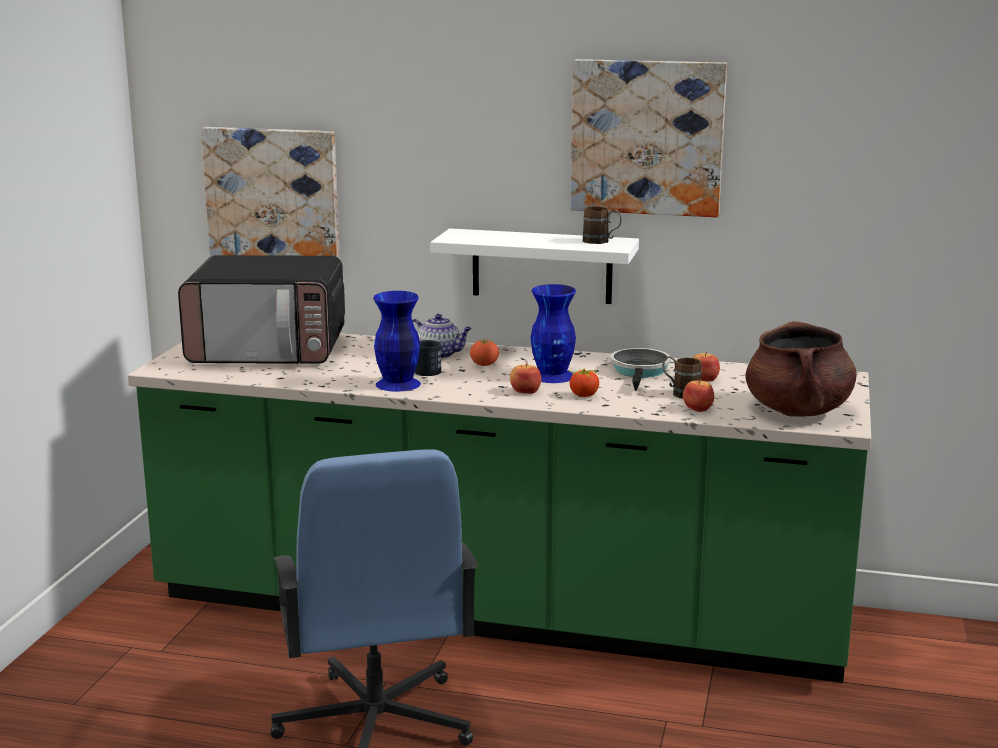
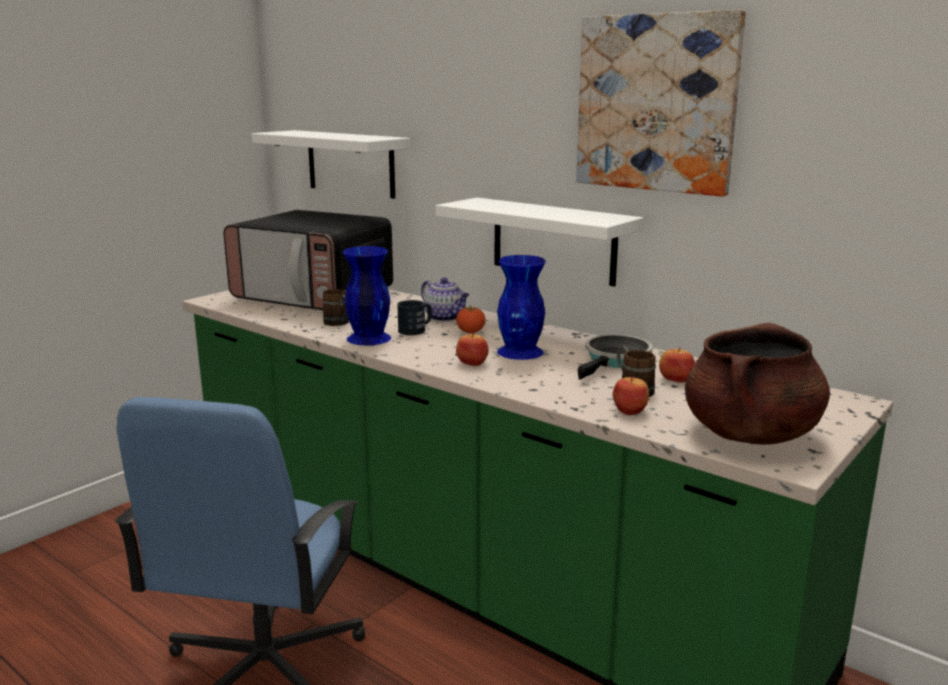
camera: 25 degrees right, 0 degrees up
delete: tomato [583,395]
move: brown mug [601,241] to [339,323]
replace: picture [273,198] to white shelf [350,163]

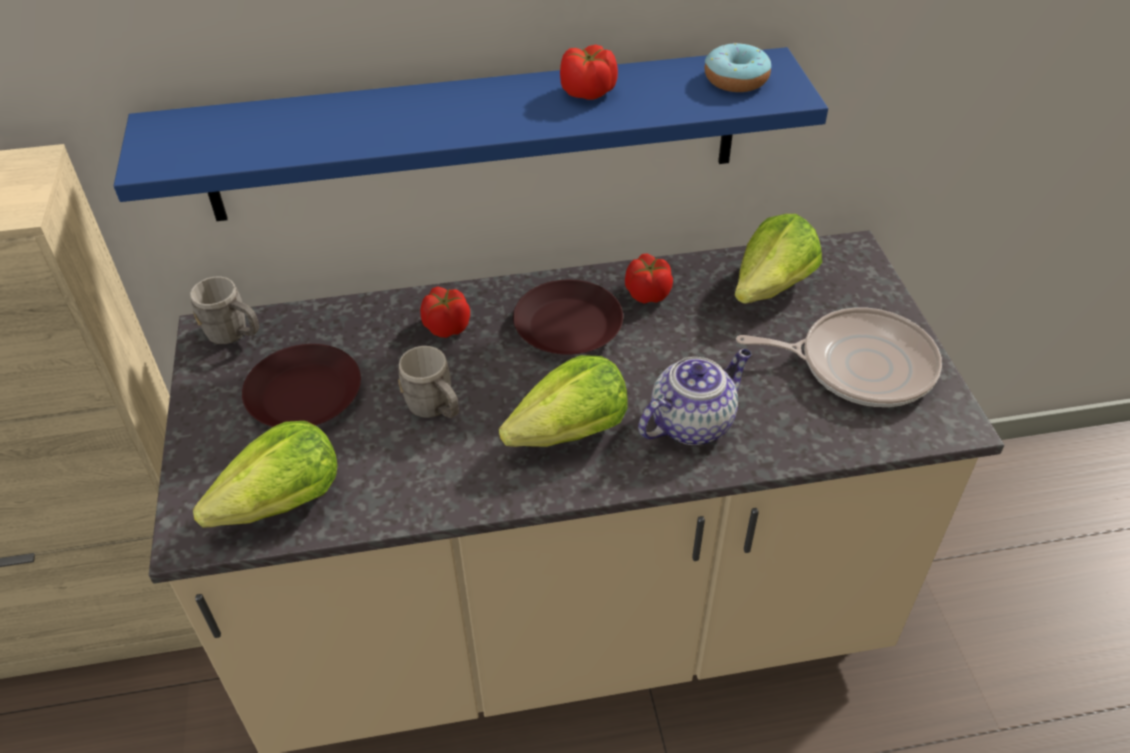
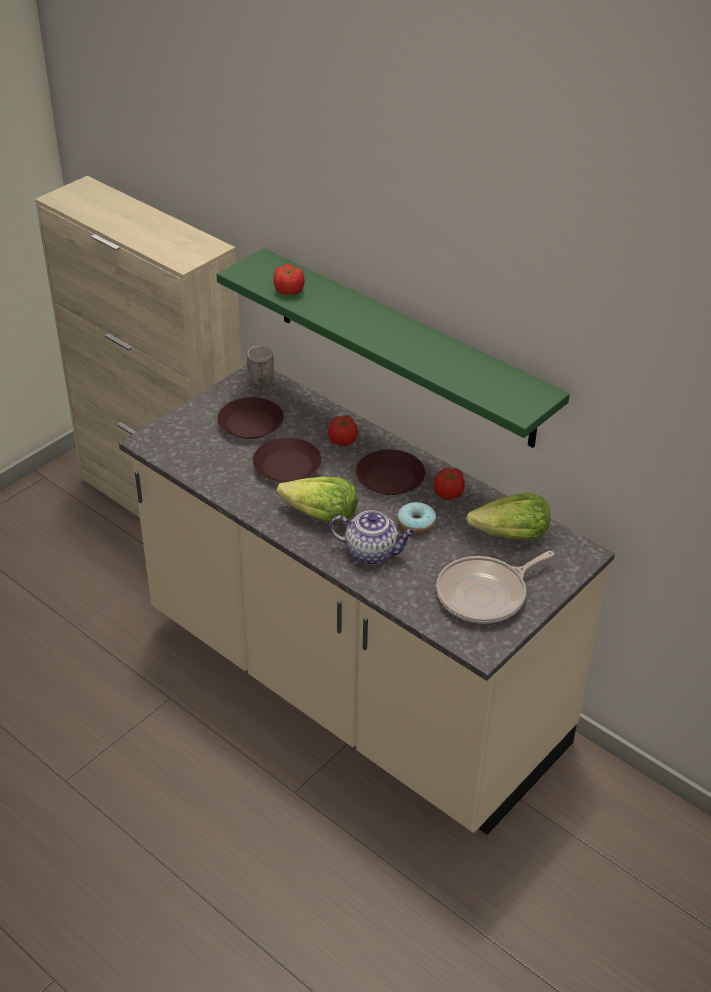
camera: 50 degrees right, 5 degrees down
delete: lettuce [282,503]
move: donut [736,79] to [416,524]; tomato [588,92] to [289,291]
replace: grey mug [435,409] to brown plate [286,466]
recolor: blue shelf [475,136] to green shelf [404,347]
rotate: frying pan [859,365] = [485,594] 90 degrees clockwise

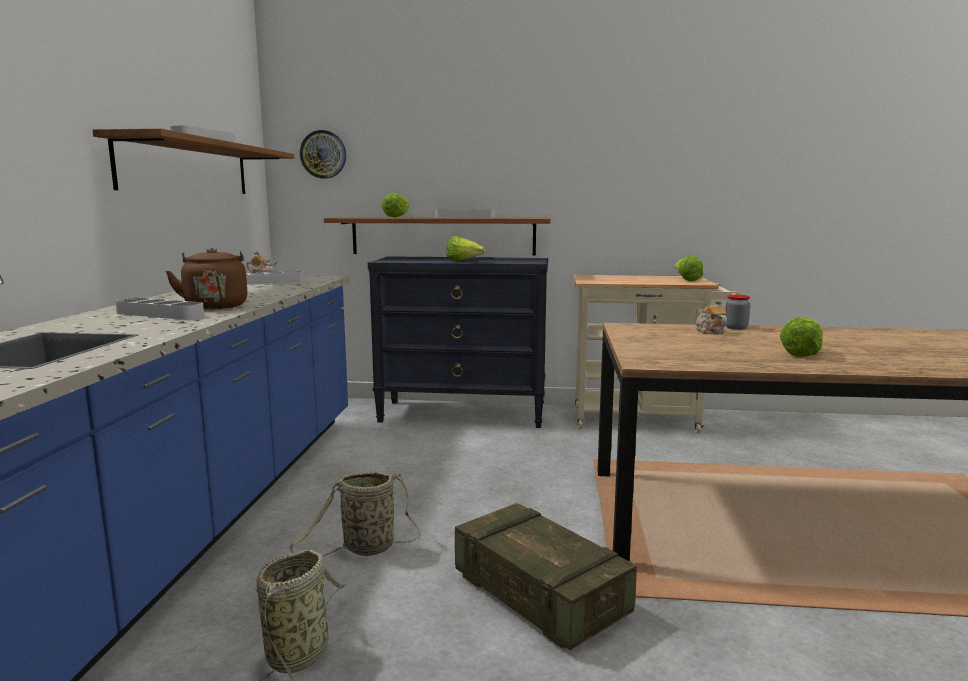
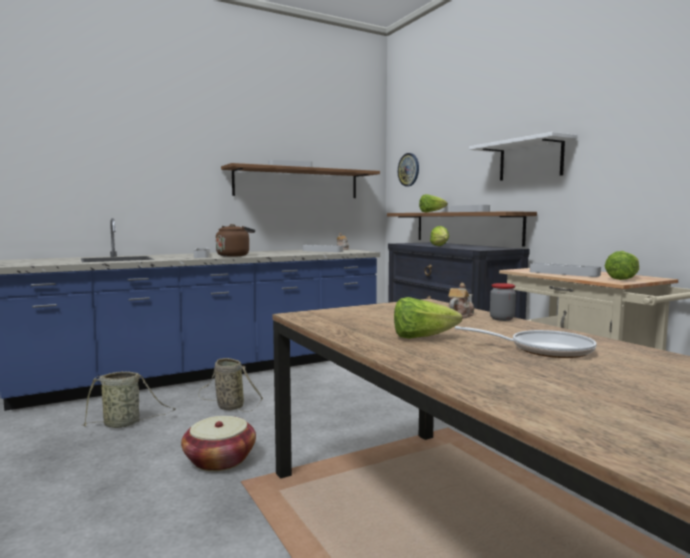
camera: 55 degrees right, 5 degrees down
insert: white shelf [530,160]; grey tray [563,273]; frying pan [543,349]
replace: crate [539,596] to basket [219,460]

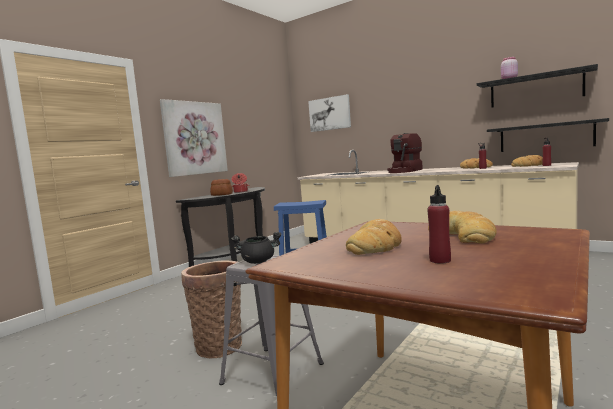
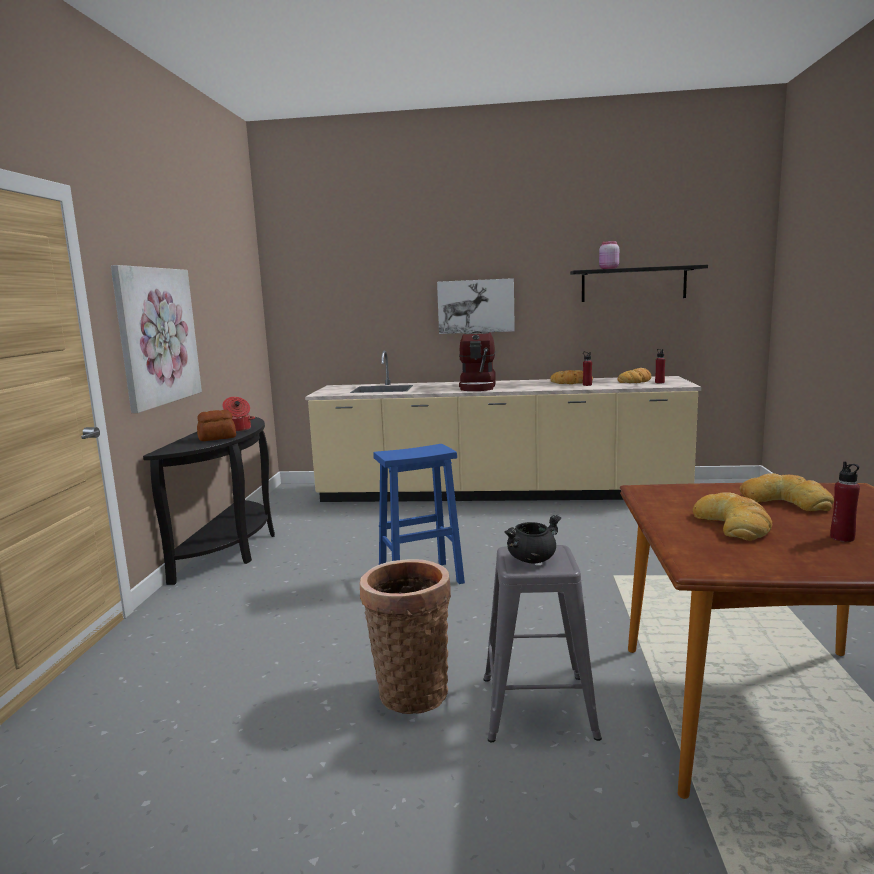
camera: 30 degrees left, 5 degrees up
delete: black shelf [545,136]
move: picture [330,113] to [476,306]

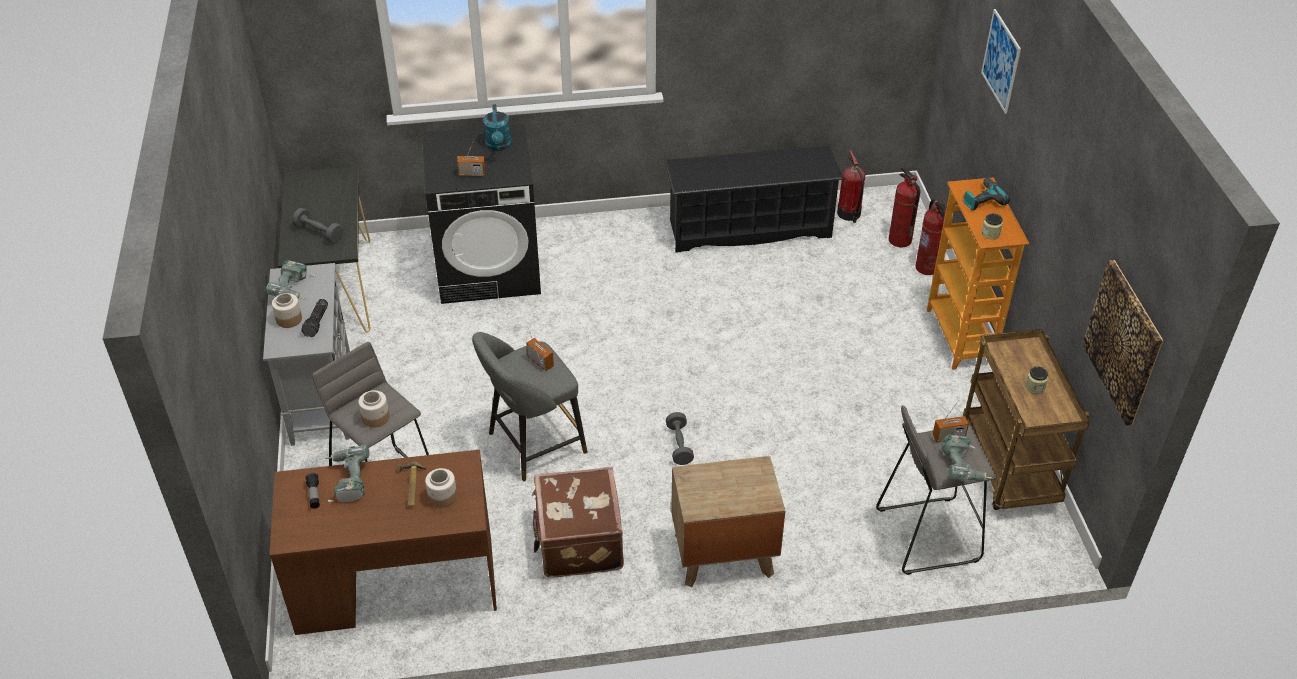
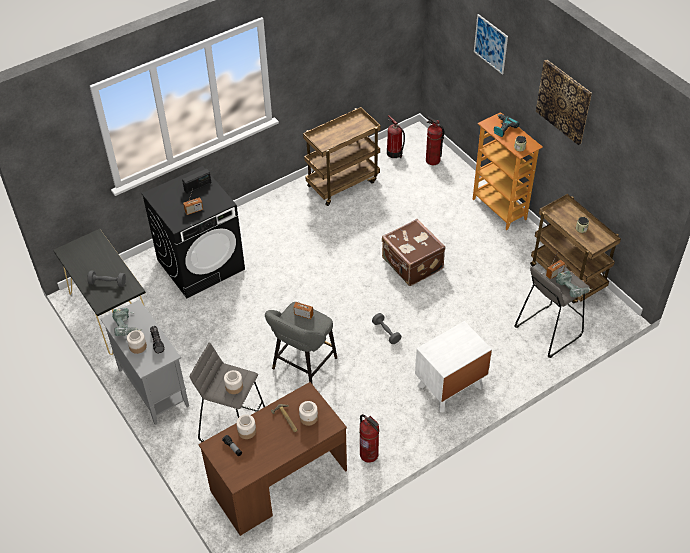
camera: 25 degrees left, 5 degrees up
move: fire extinguisher [927,267] to [369,454]; picture [1123,342] to [564,101]; brown suitcase [577,542] to [411,264]
replace: turquoise watering can [499,146] to radio [197,186]; black shoe rack [749,228] to brown cart [342,183]; power drill [348,481] to jar [247,431]
recolor: brown nightstand [723,555] to white nightstand [449,386]

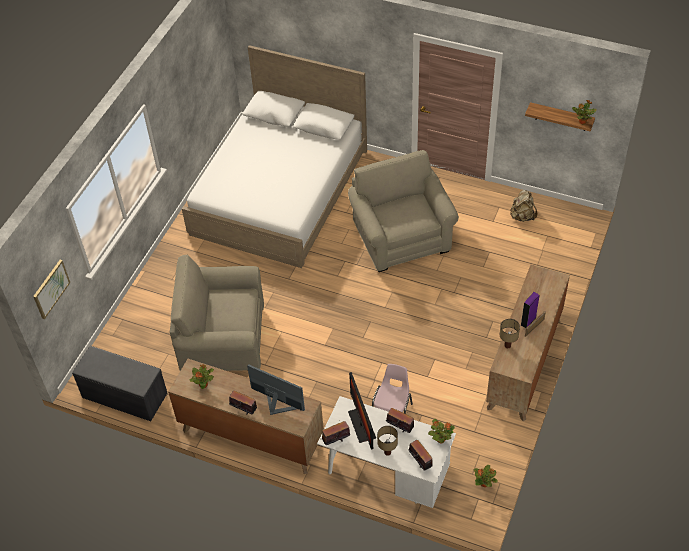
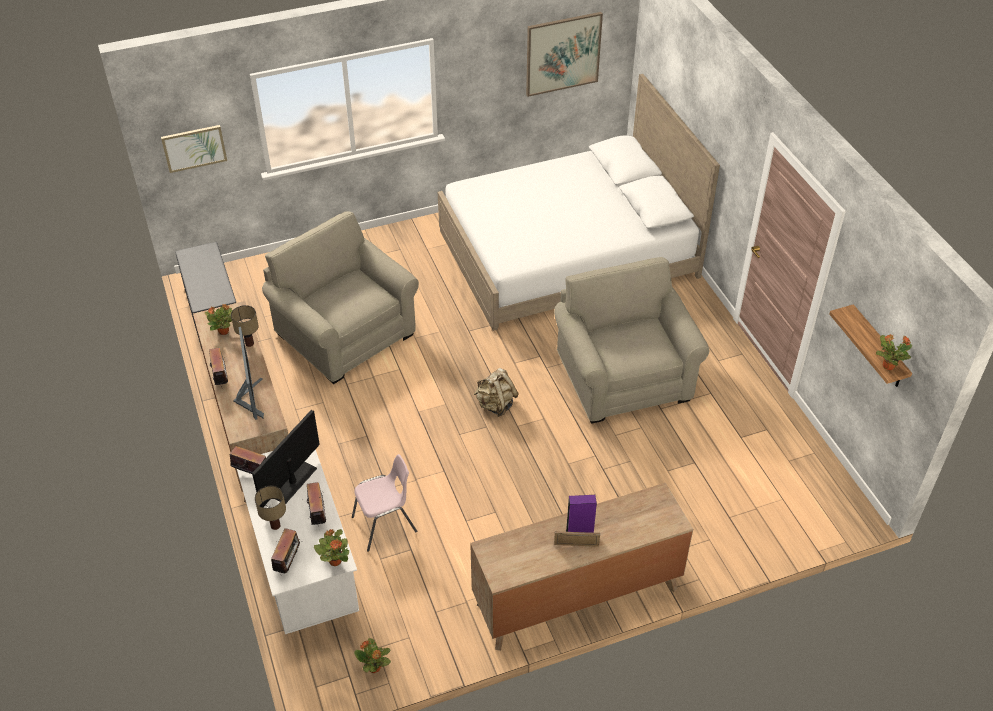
camera: 45 degrees right, 5 degrees down
insert: picture [563,53]
move: beige backpack [522,216] to [495,405]; table lamp [507,345] to [250,343]
rotate: beige armchair [401,237] = [623,378] 45 degrees counterclockwise

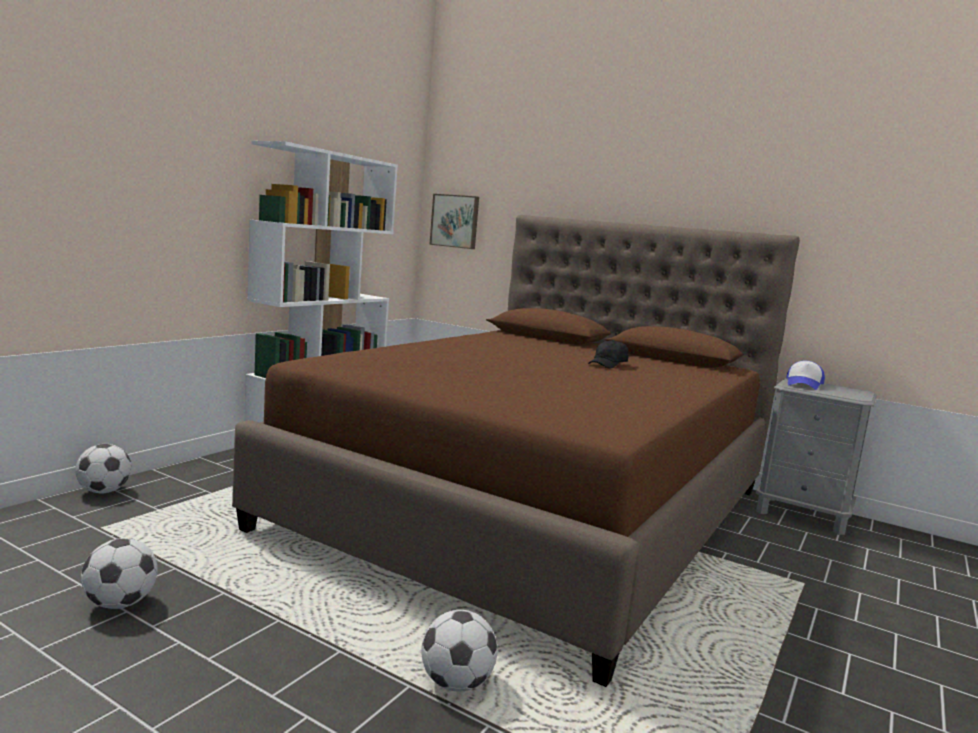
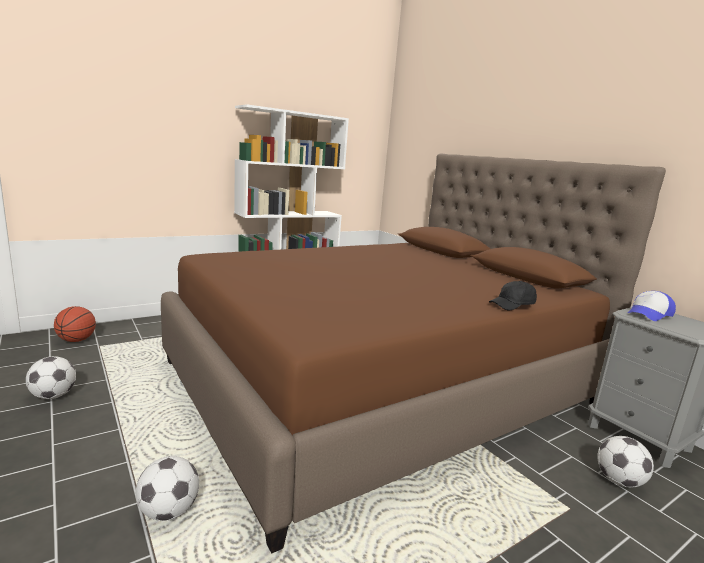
camera: 25 degrees right, 5 degrees up
delete: picture [455,221]
insert: basketball [76,340]
move: black cap [608,364] to [512,305]; football [104,491] to [618,481]

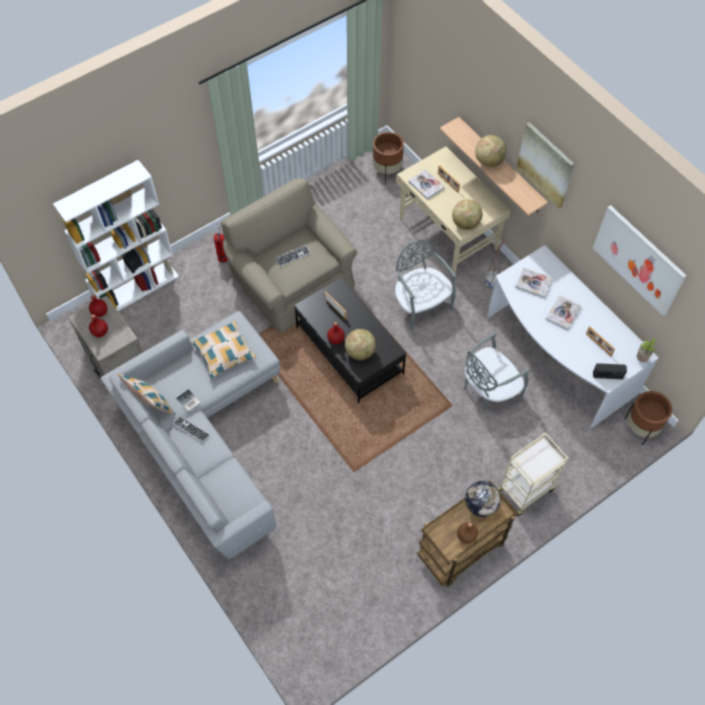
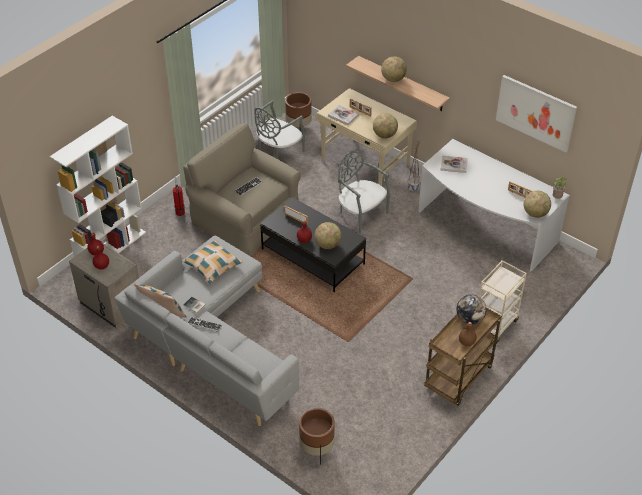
camera: 15 degrees left, 15 degrees down
delete: picture [545,165]; book [562,313]
move: grey chair [489,389] to [278,151]; brown planter [641,428] to [317,449]
replace: radio [607,375] to globe [535,213]

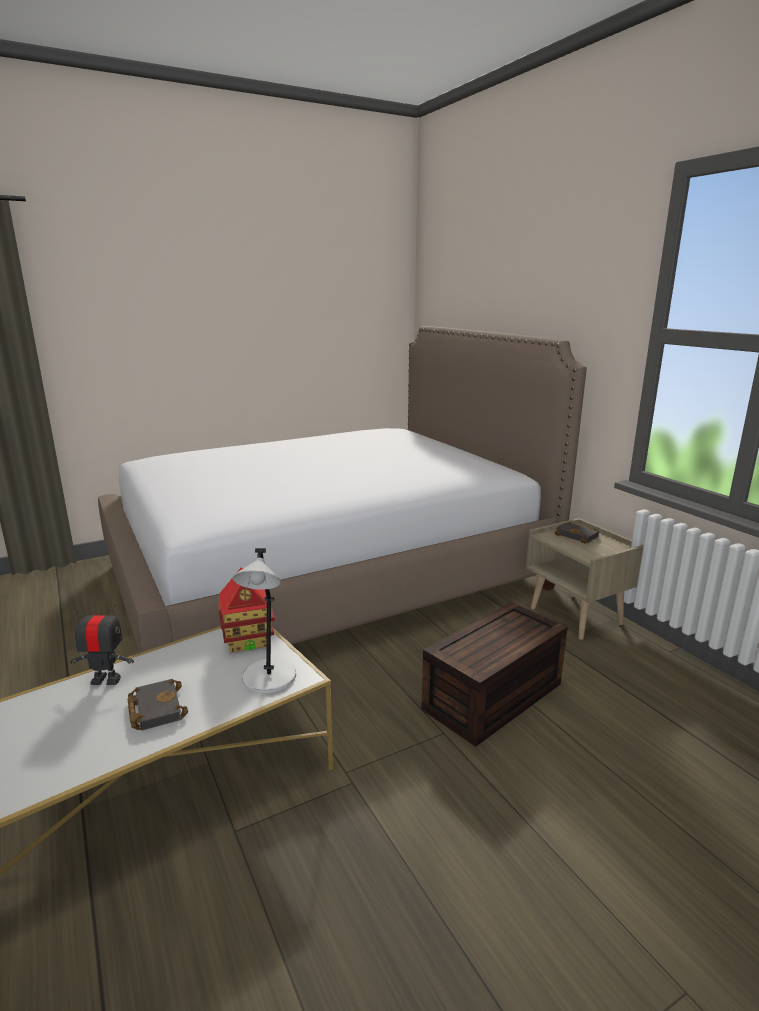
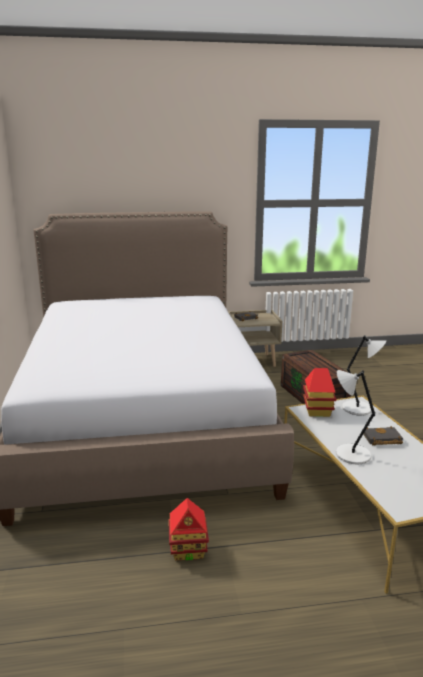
camera: 70 degrees left, 0 degrees up
insert: toy house [188,550]
replace: toy robot [106,680] to grey table lamp [350,454]

